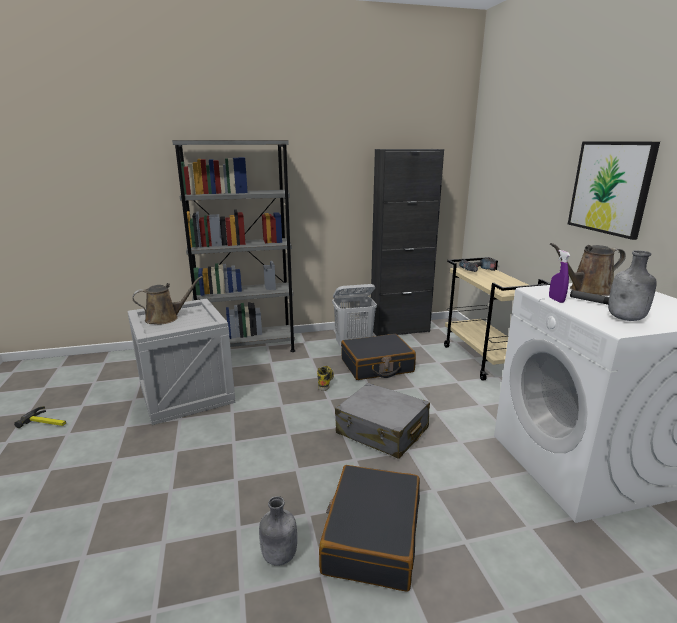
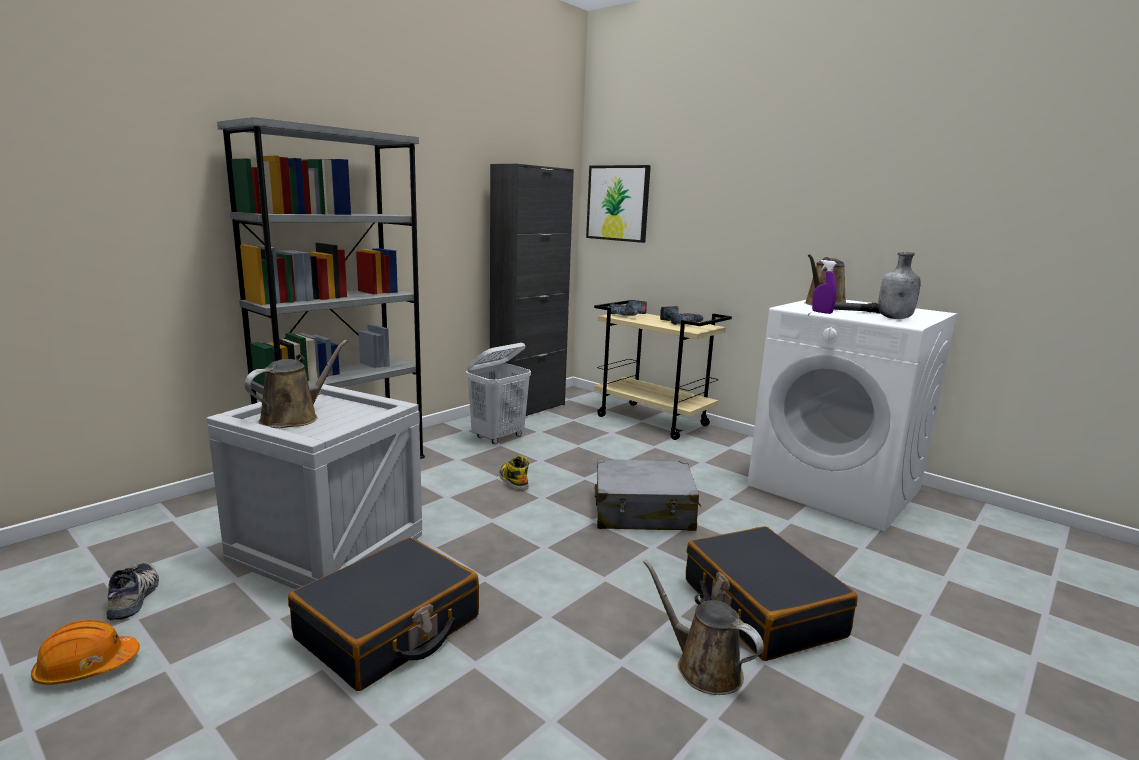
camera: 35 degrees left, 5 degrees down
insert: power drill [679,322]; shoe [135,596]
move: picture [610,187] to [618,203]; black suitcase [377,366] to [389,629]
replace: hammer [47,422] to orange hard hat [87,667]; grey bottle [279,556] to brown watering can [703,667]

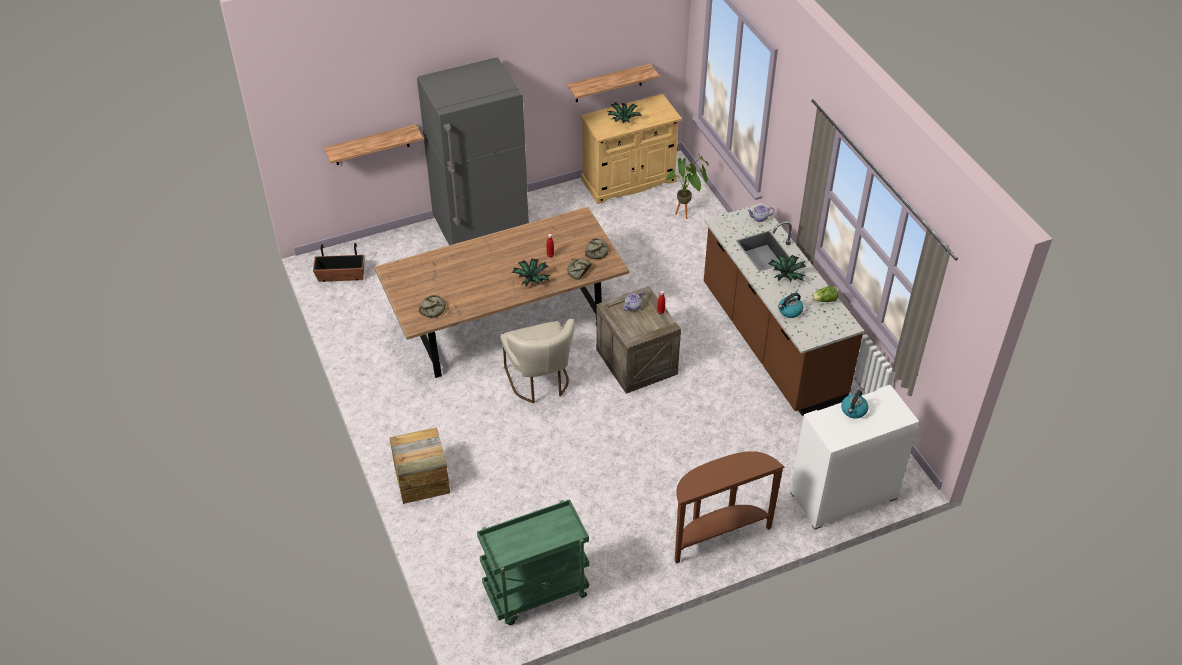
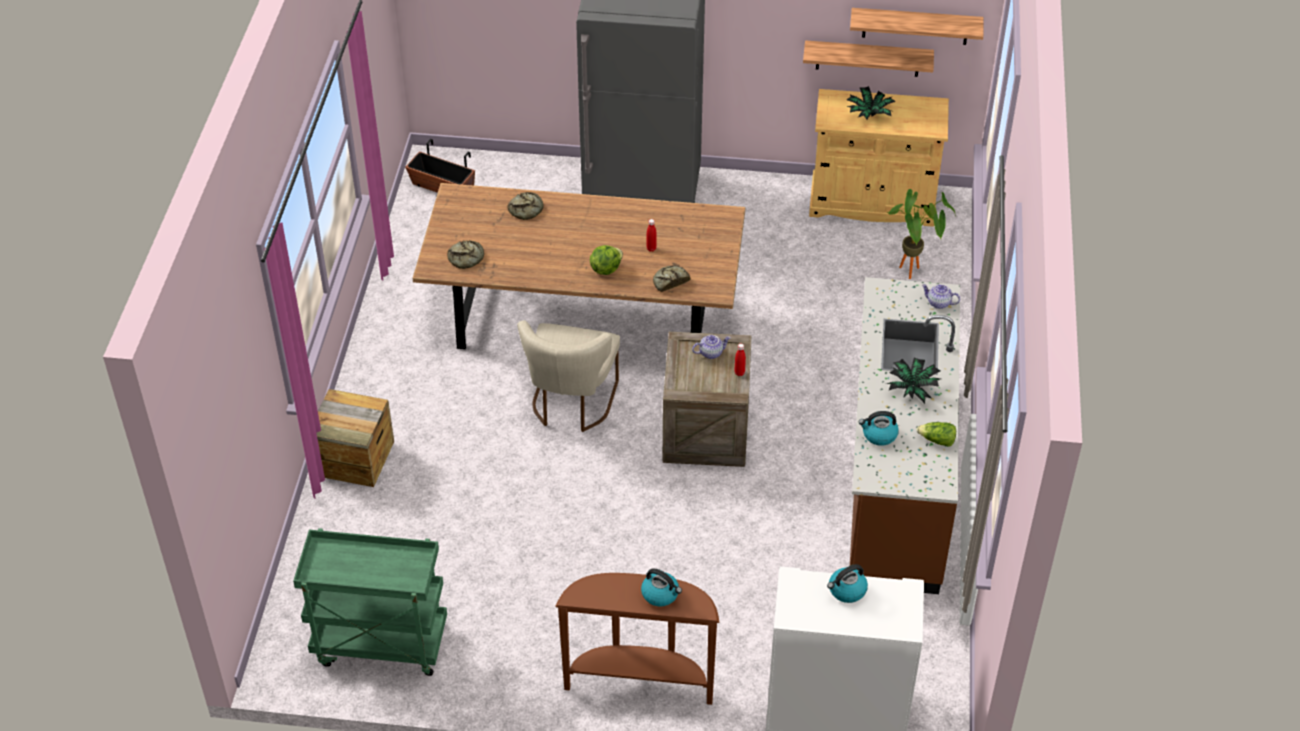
camera: 30 degrees right, 0 degrees up
insert: kettle [661,594]
move: shelf [371,145] to [915,26]; bread [597,251] to [527,209]
replace: potted plant [531,279] to lettuce [605,269]

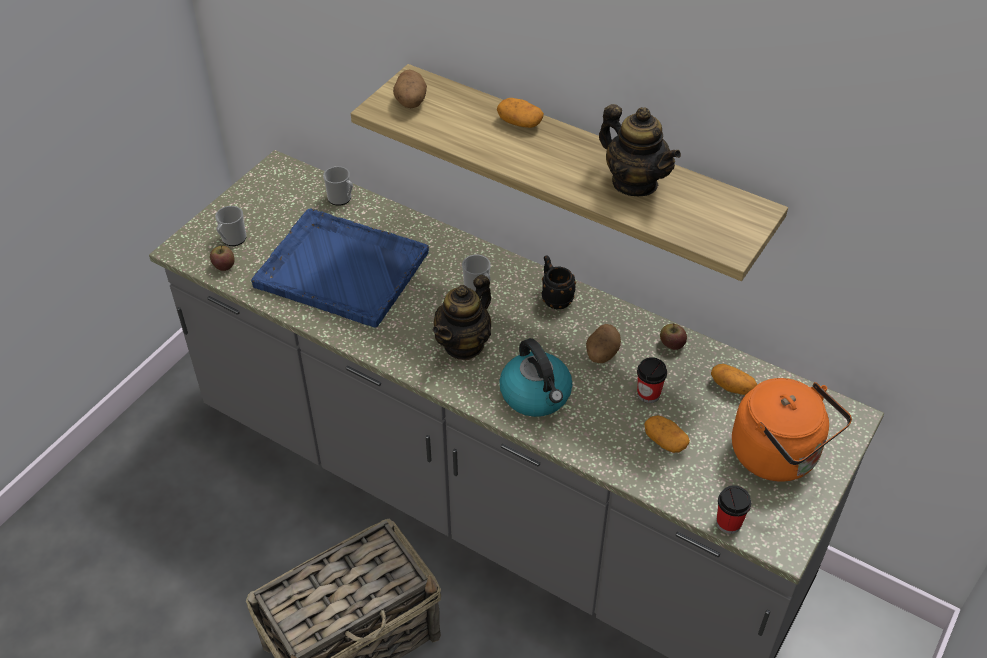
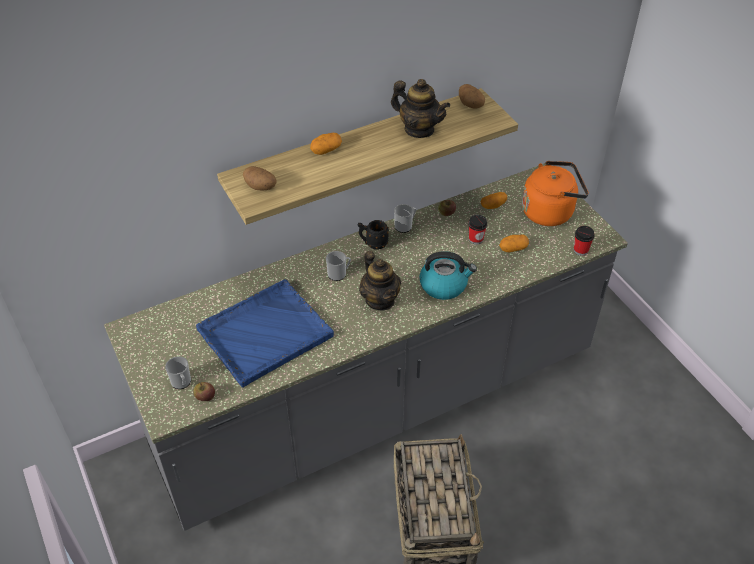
camera: 60 degrees left, 0 degrees up
move: mug [341,199] to [405,226]; potato [601,354] to [471,105]
rotate: teapot [634,183] = [419,129] 45 degrees clockwise

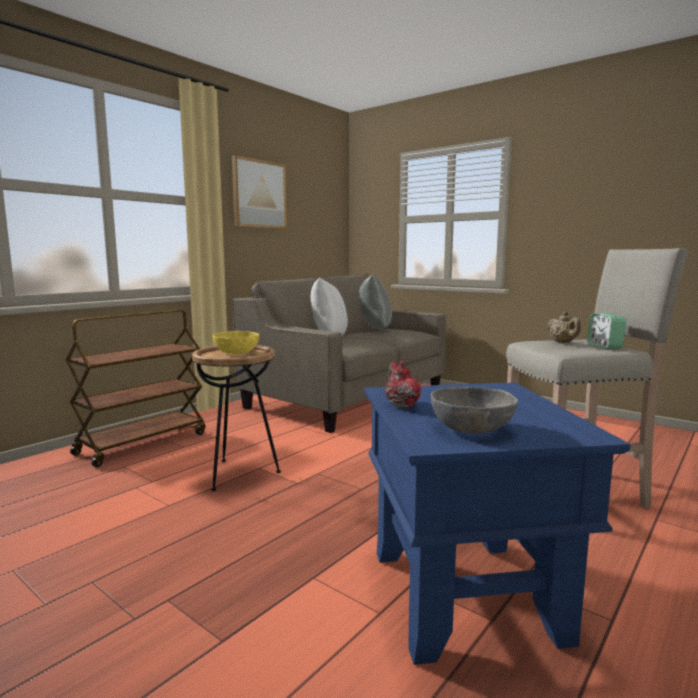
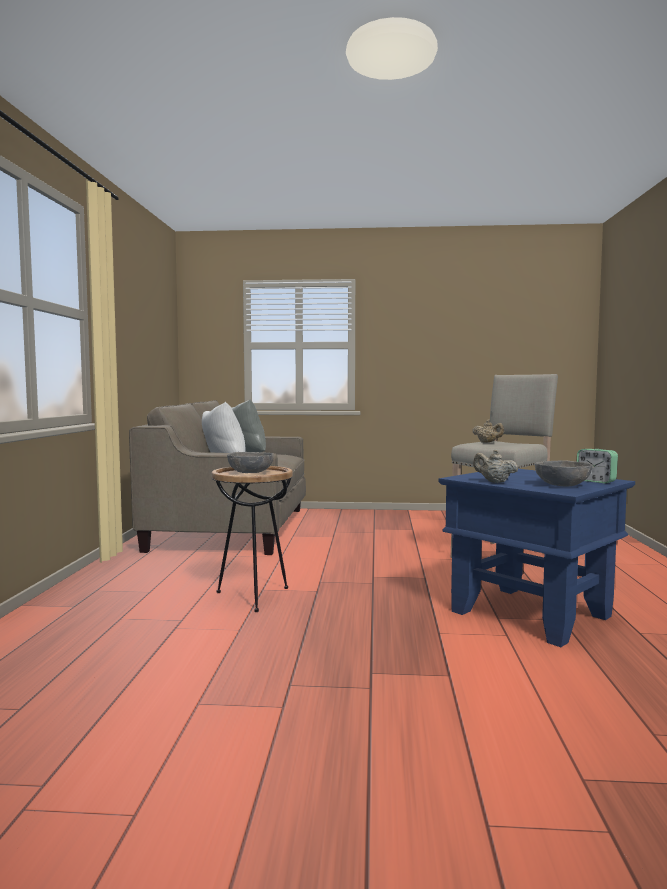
camera: 35 degrees left, 5 degrees down
delete: picture [259,194]; brown cart [142,443]
move: alarm clock [604,346] to [596,481]
recolor: yellow bowl [236,353] to grey bowl [250,472]; red teapot [401,405] to beige teapot [494,482]

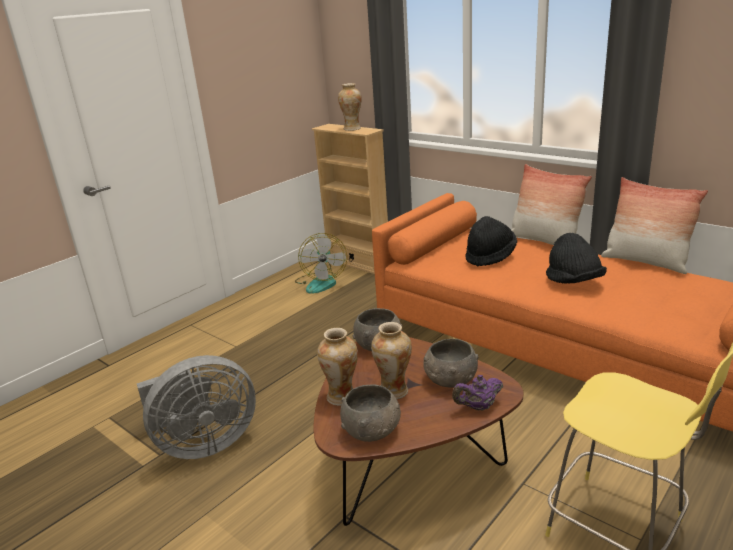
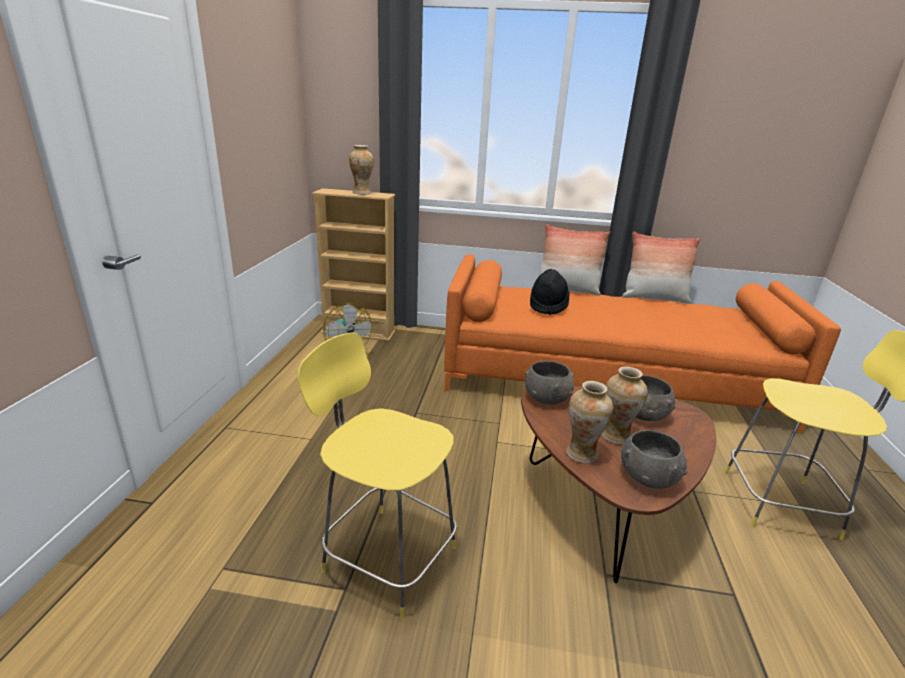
camera: 35 degrees left, 0 degrees up
delete: black hat [573,282]; purple teapot [478,407]
replace: grey fan [203,444] to yellow stool [386,557]

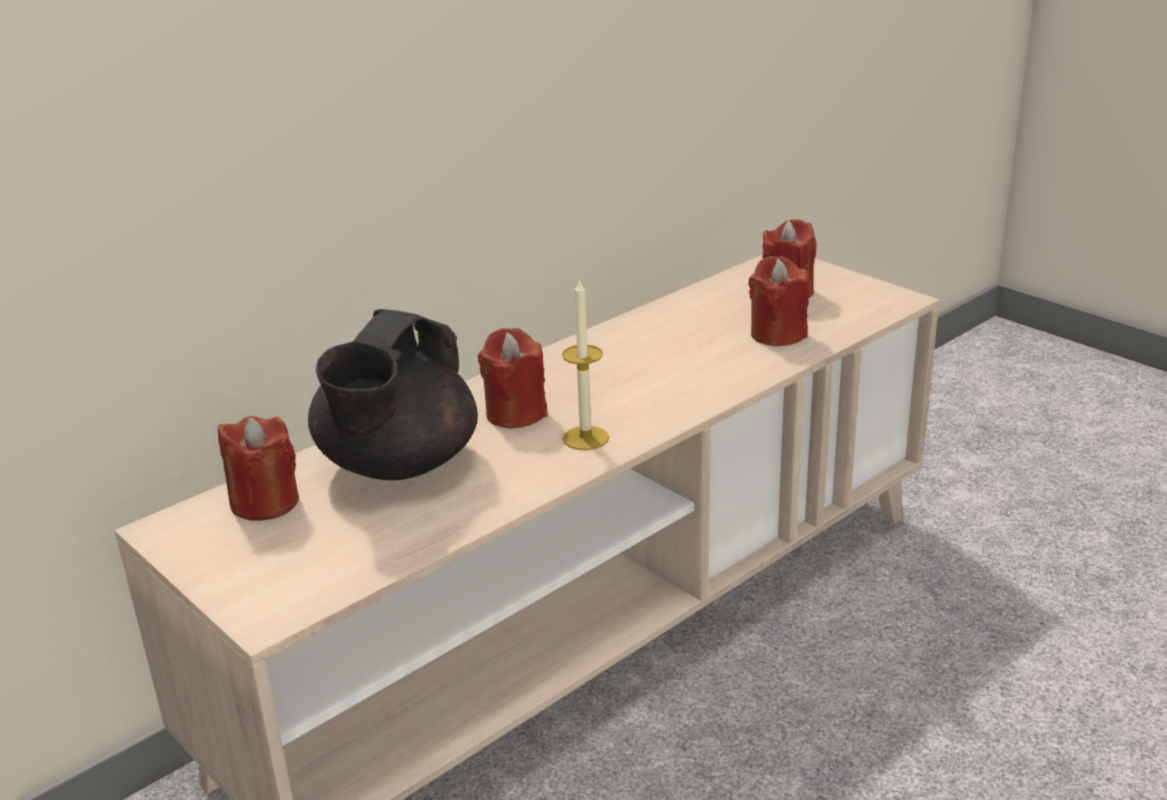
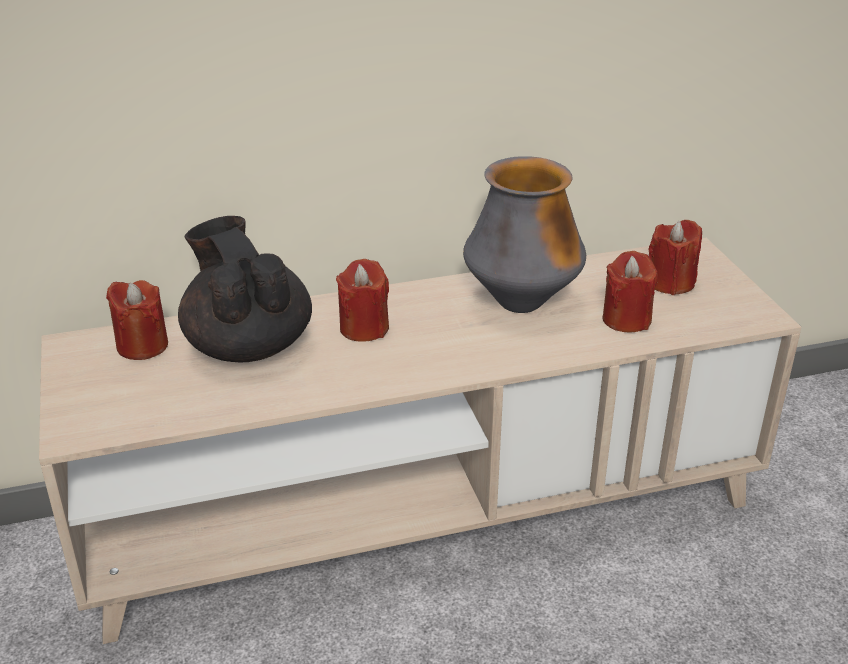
camera: 25 degrees right, 5 degrees up
delete: candle [585,438]
insert: vase [521,303]
rotate: black teapot [397,466] = [248,345] 105 degrees clockwise

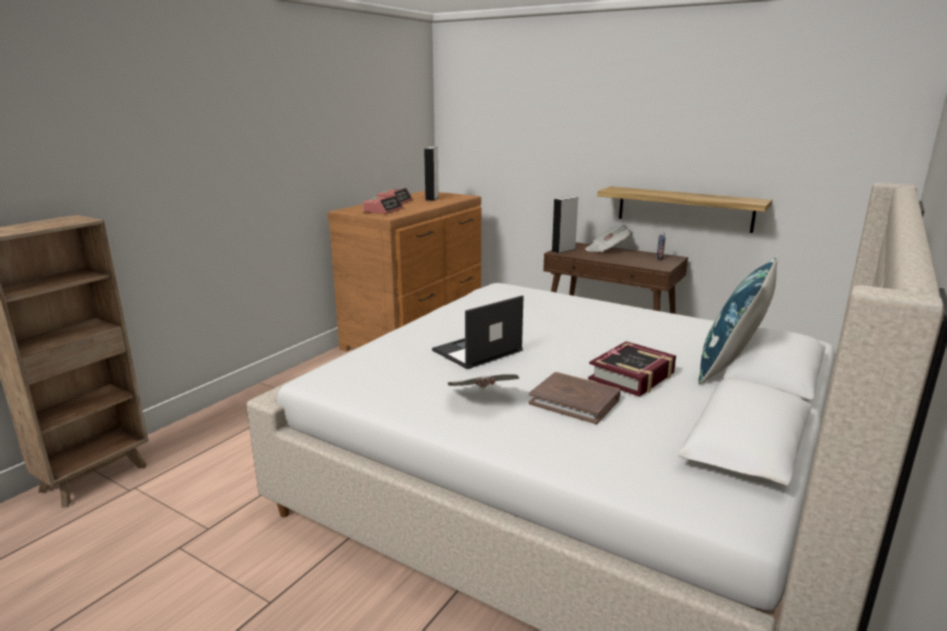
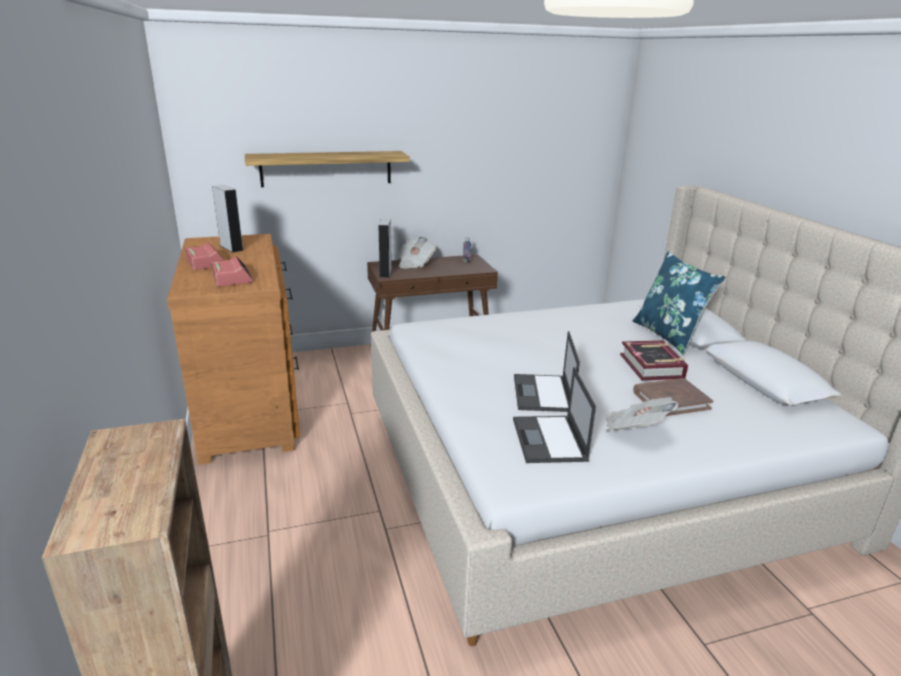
camera: 50 degrees left, 5 degrees up
insert: laptop [549,440]
move: shelf [684,209] to [326,168]

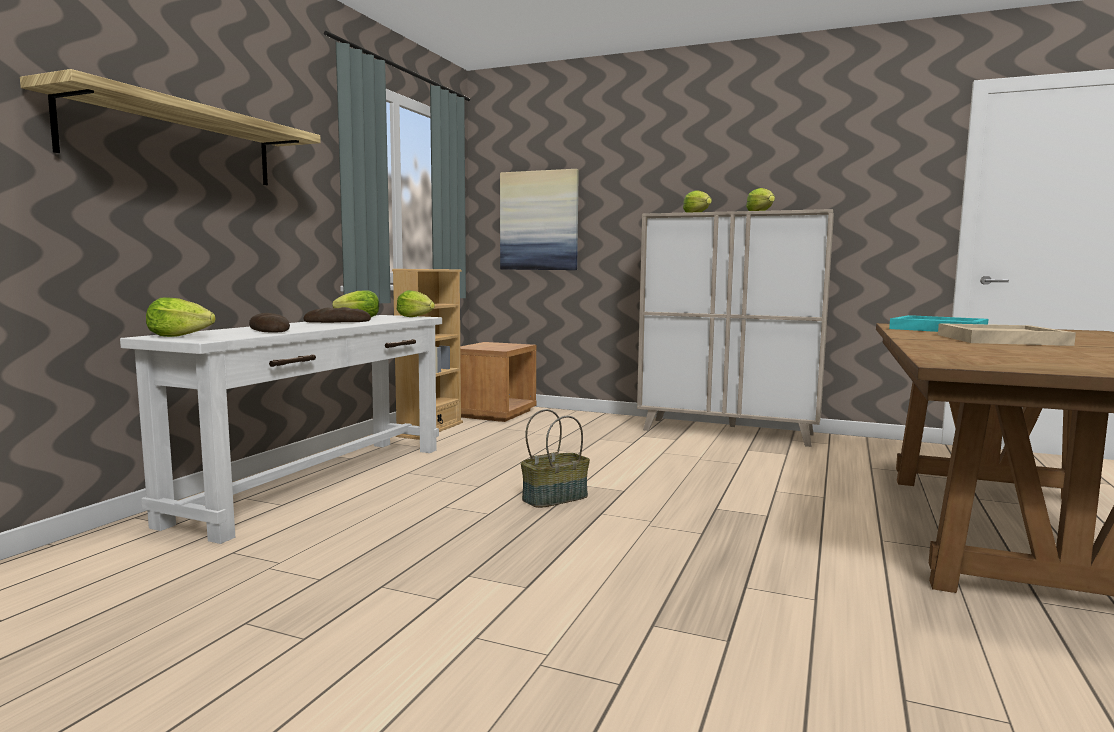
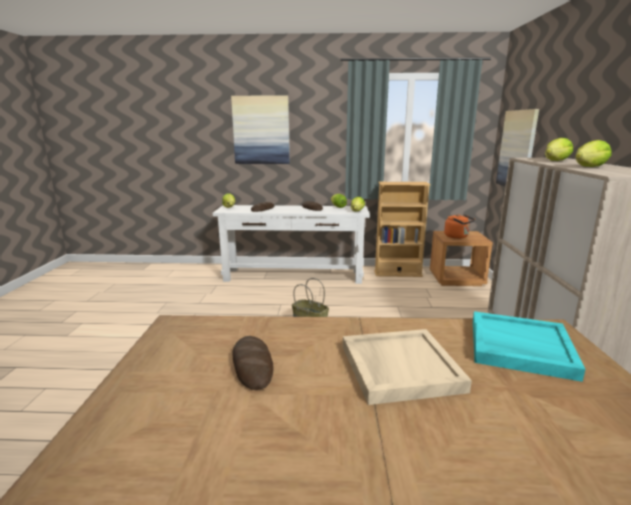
camera: 70 degrees right, 10 degrees up
insert: orange kettle [457,237]; bread [252,365]
replace: shelf [174,142] to picture [261,130]

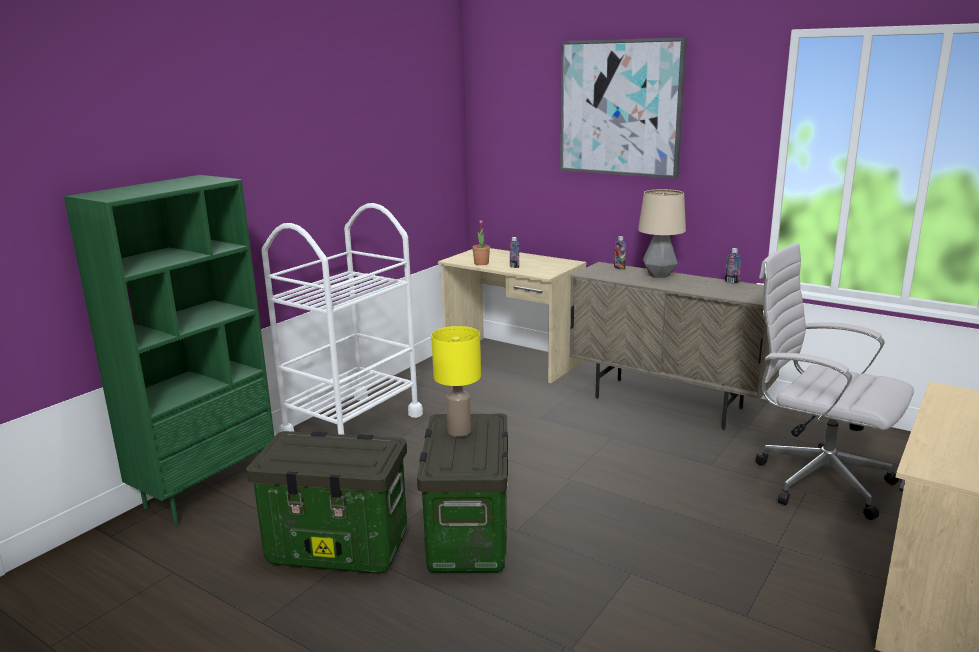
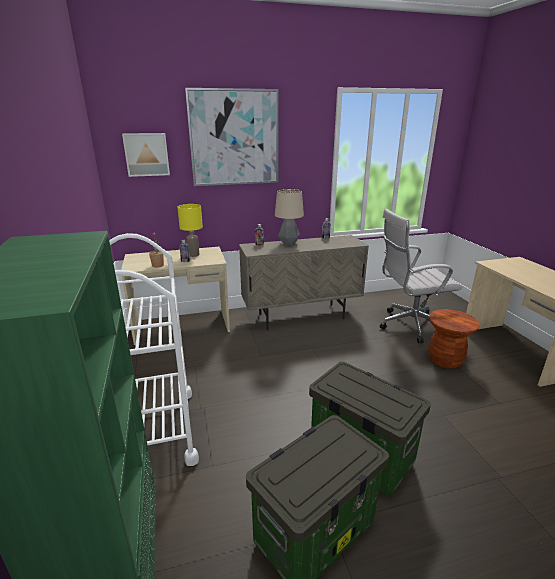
camera: 50 degrees left, 5 degrees up
insert: picture [146,154]; brown stool [445,360]
move: yellow table lamp [459,431] to [193,255]

